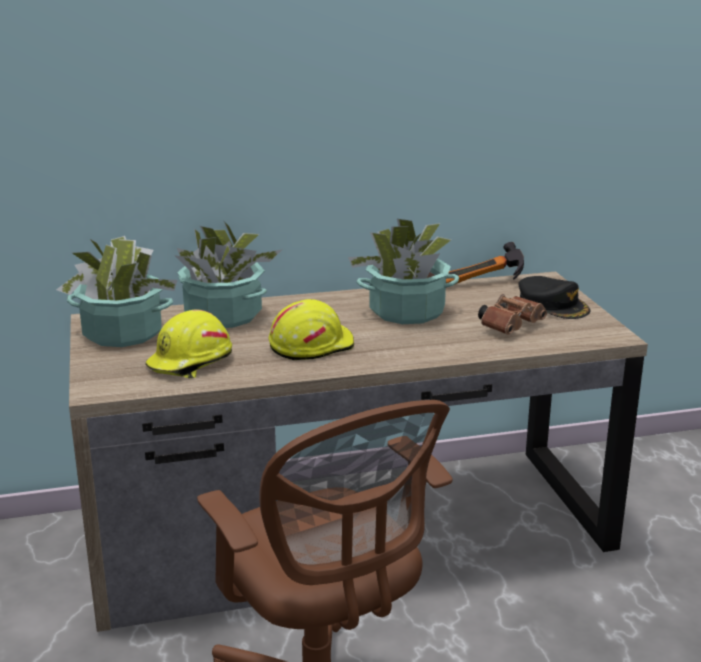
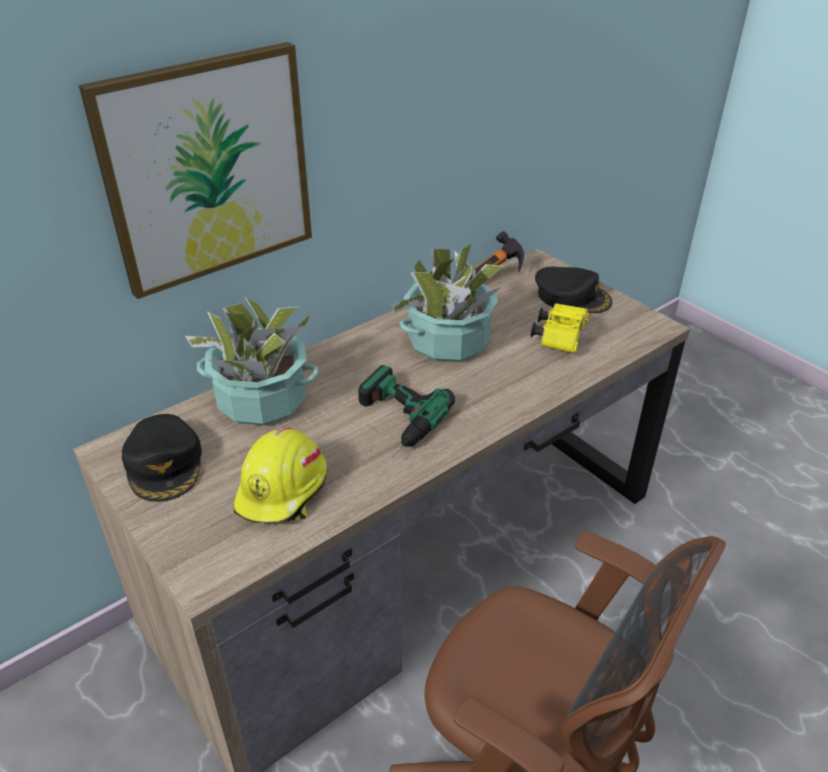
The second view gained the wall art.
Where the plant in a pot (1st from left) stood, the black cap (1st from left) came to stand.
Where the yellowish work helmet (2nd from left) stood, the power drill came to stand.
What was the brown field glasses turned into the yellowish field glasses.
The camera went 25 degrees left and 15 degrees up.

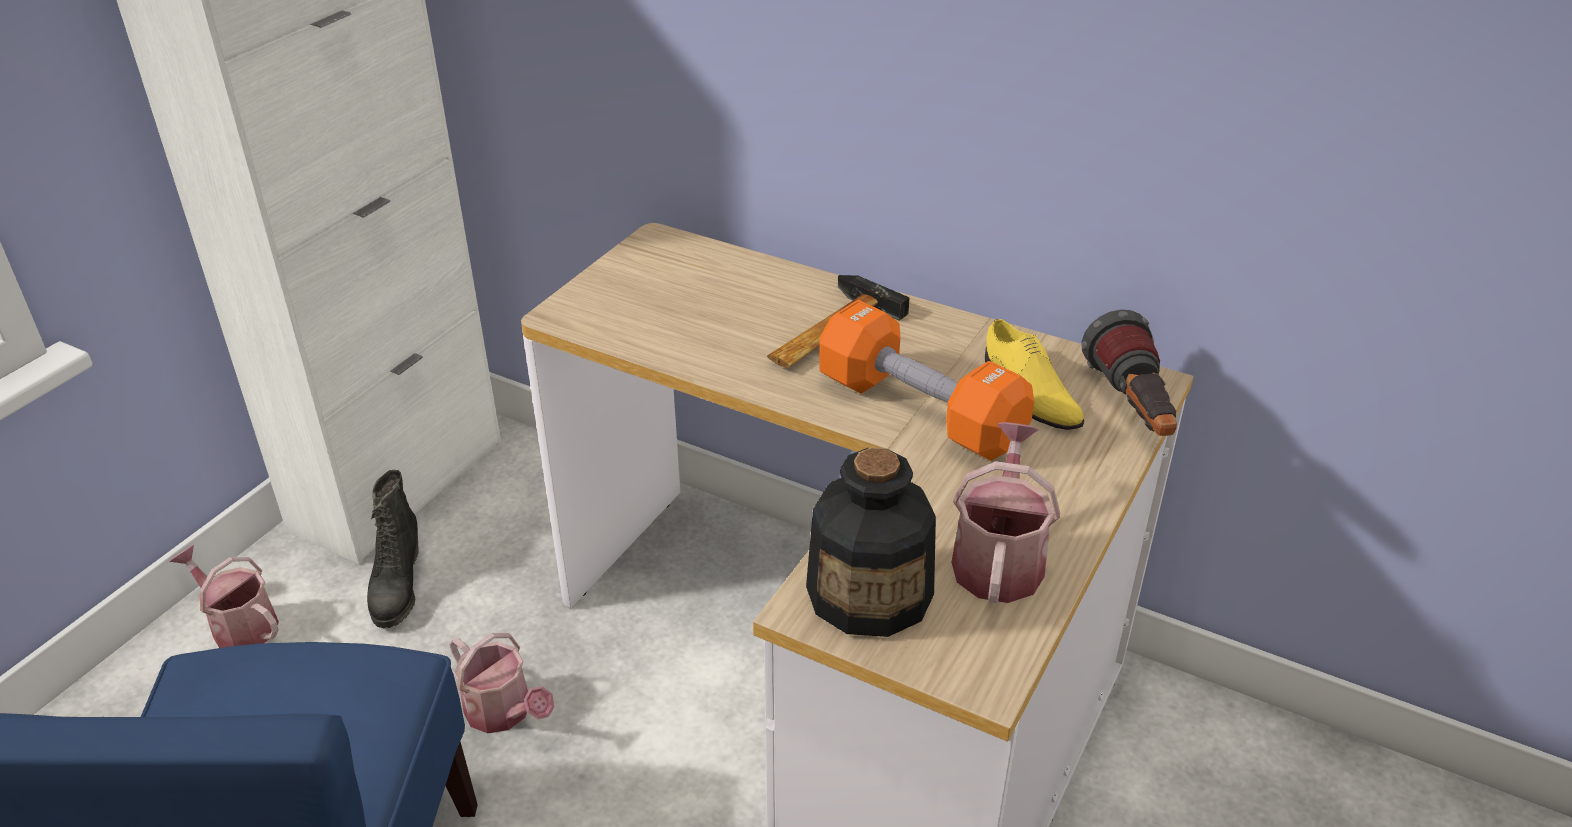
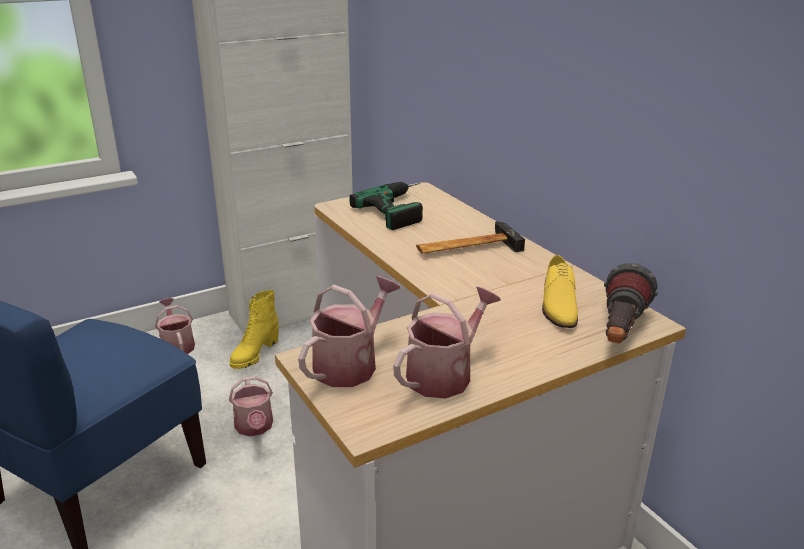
The second view lost the orange-coloured hand weight.
The second view gained the power drill.
Where the bottle stood, the watering pot (3rd from left) came to stand.
What was the black tall boot turned into the yellowish tall boot.
The camera went 30 degrees right and 10 degrees down.

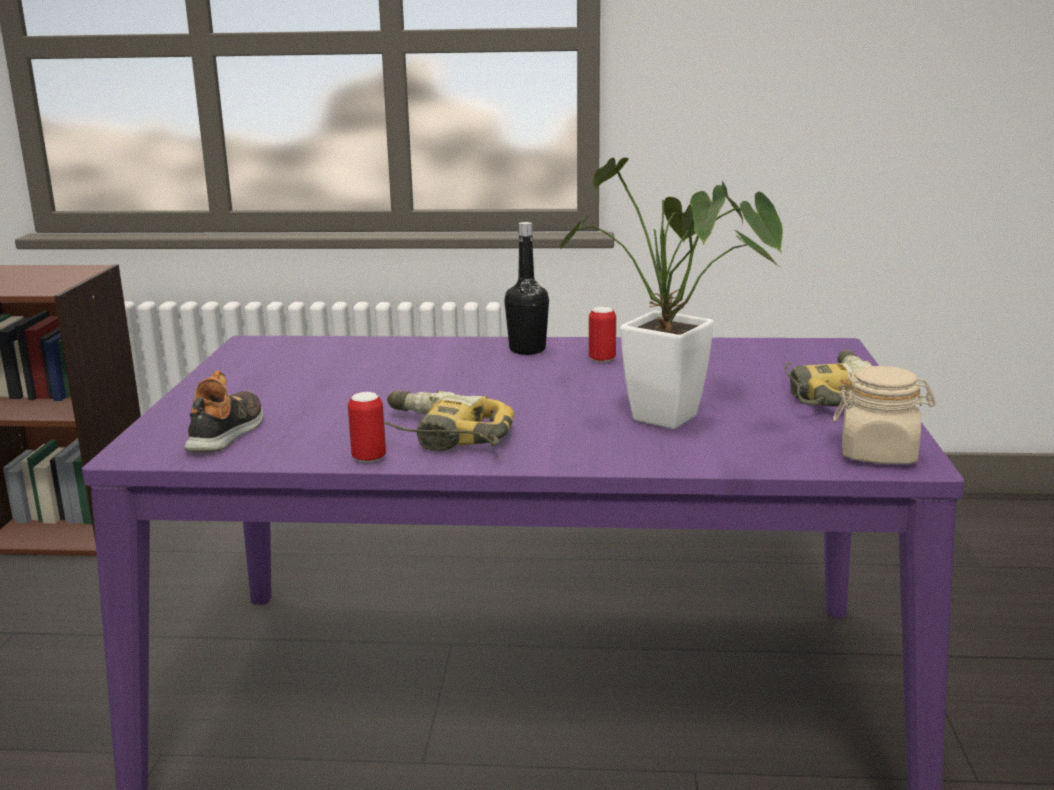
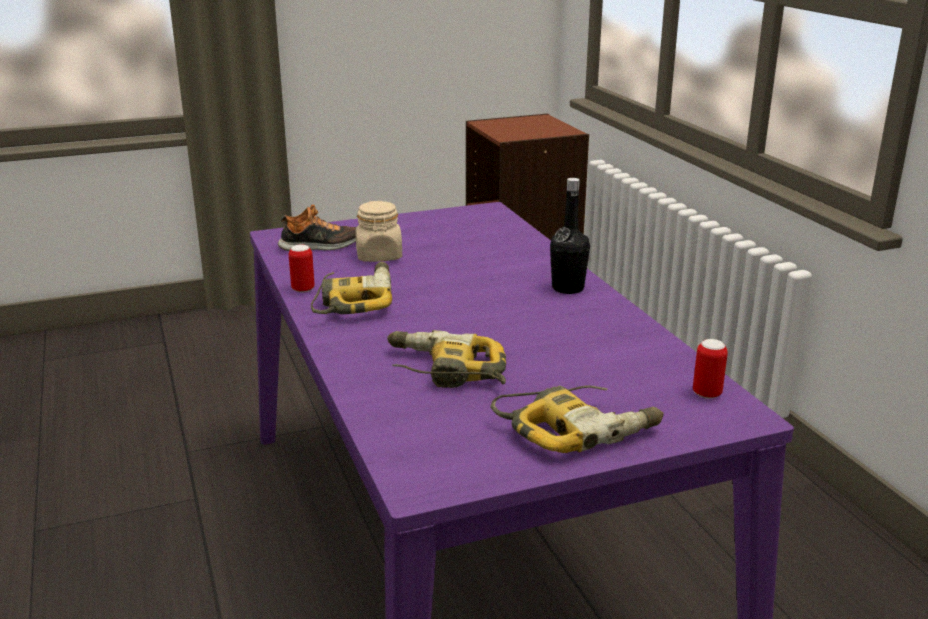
The metal can (2nd from left) ended up elsewhere.
The beige-coloured storage jar ended up elsewhere.
Where the plant in a pot stood, the power drill (2nd from left) came to stand.
The camera went 65 degrees right and 5 degrees up.

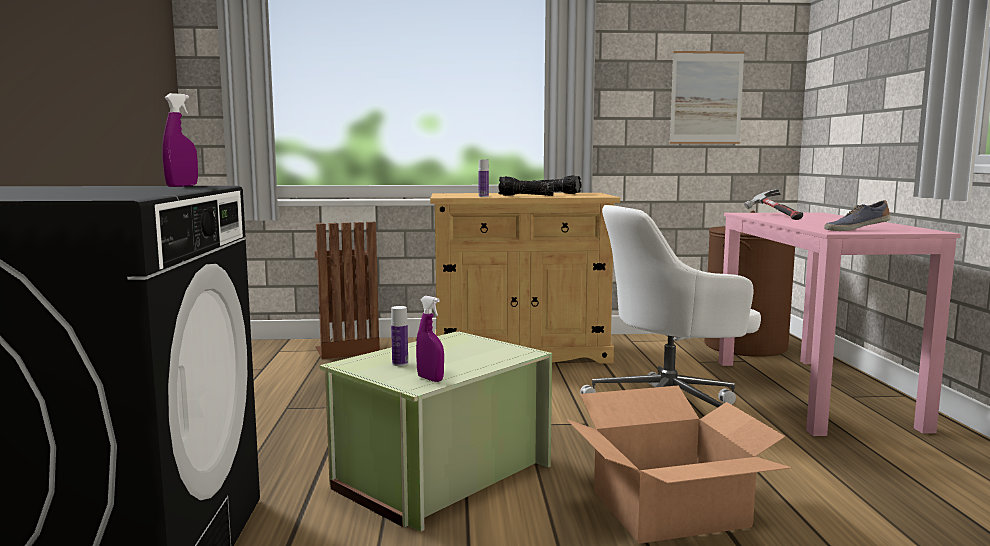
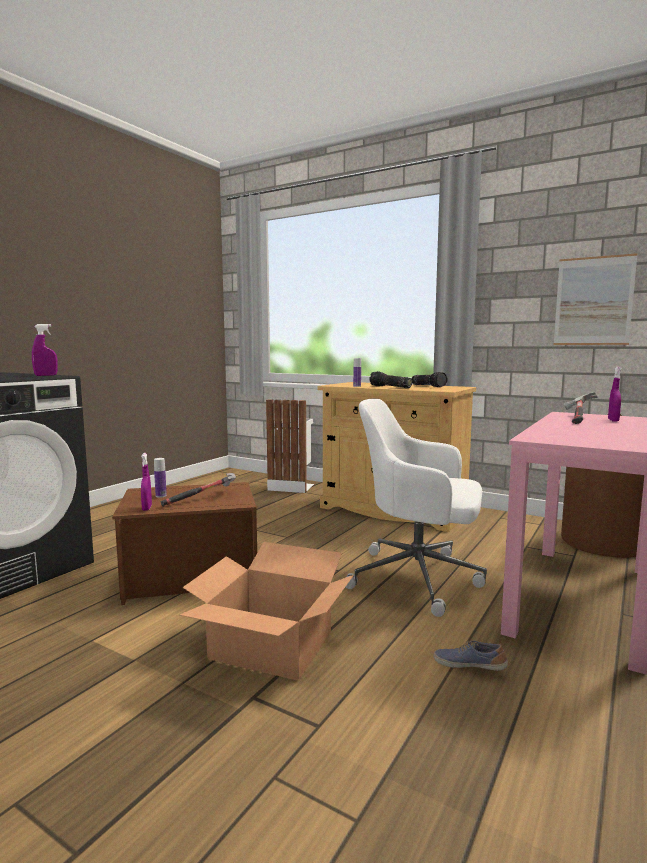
The second view gained the tool hammer (1st from left).
The second view gained the purplish sprayer (3rd from left).
The shoe ended up elsewhere.
What was the brown trash can turned into the white-coloured trash can.
What was the greenish storage box turned into the brown storage box.
The camera went 35 degrees right and 0 degrees up.

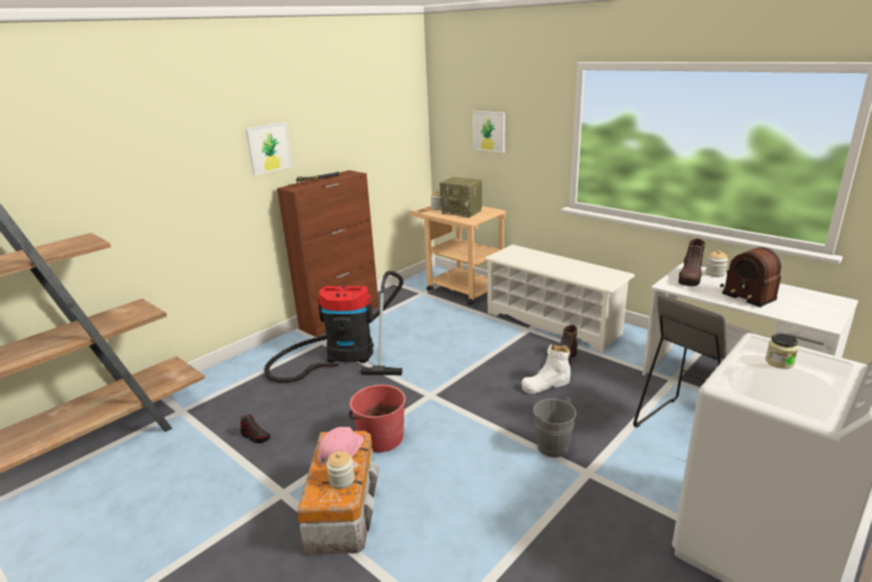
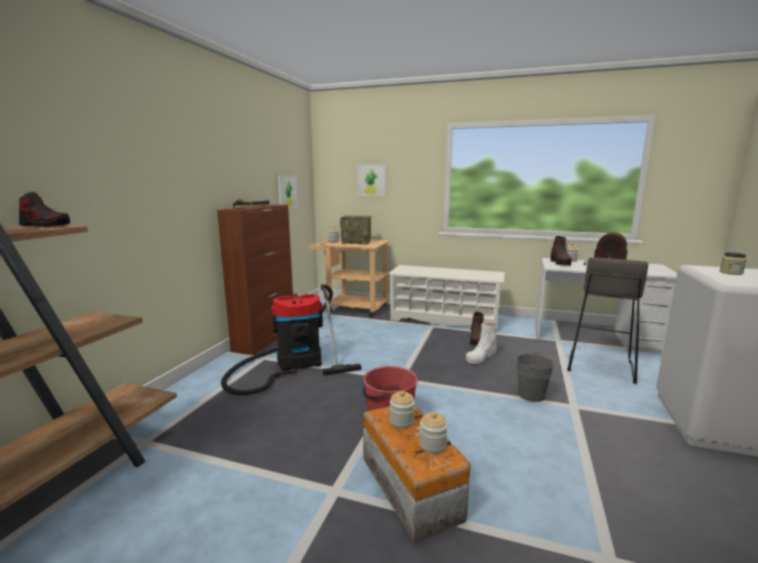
The shoe ended up elsewhere.
The wall art (1st from left) ended up elsewhere.
Where the pink-coloured work helmet stood, the storage jar (2nd from left) came to stand.
The camera went 25 degrees left and 10 degrees down.

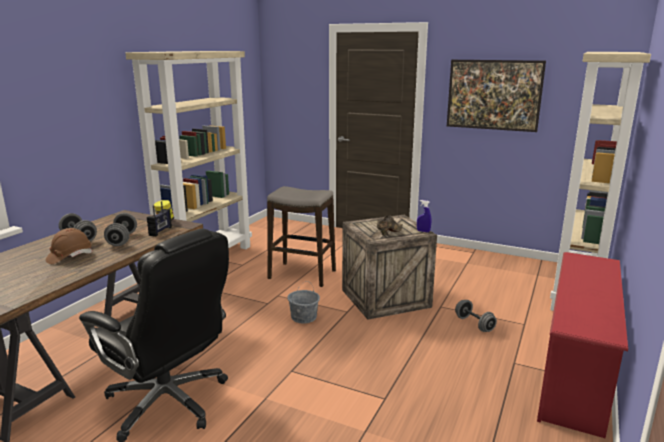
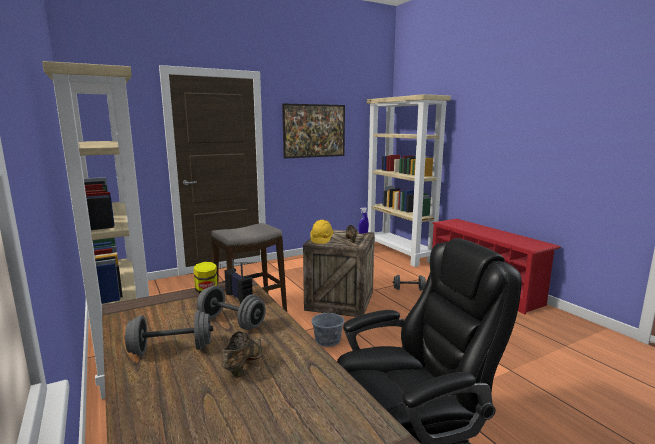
The second view gained the yellowish work helmet.
Where the brown work helmet stood, the brown shoe (1st from left) came to stand.
The camera went 55 degrees left and 5 degrees down.

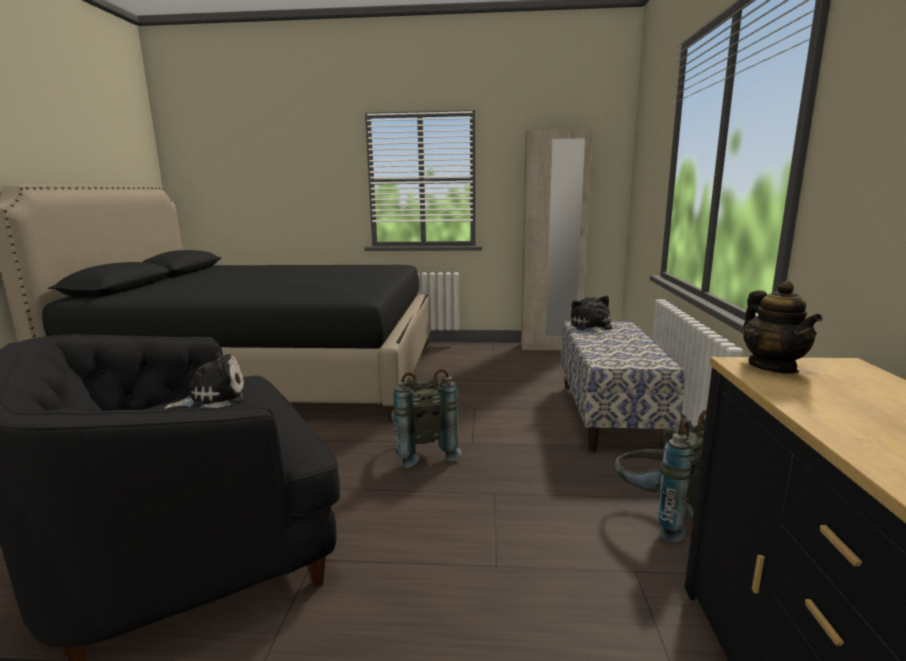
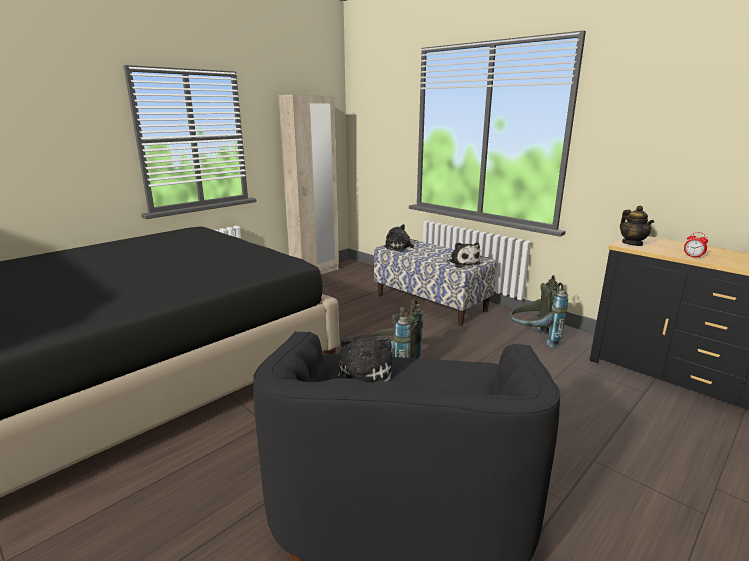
The second view gained the plush toy (3rd from left).
The second view gained the bedside clock.
The tea pot ended up facing another way, 45 degrees clockwise from before.
The camera went 50 degrees left and 5 degrees up.

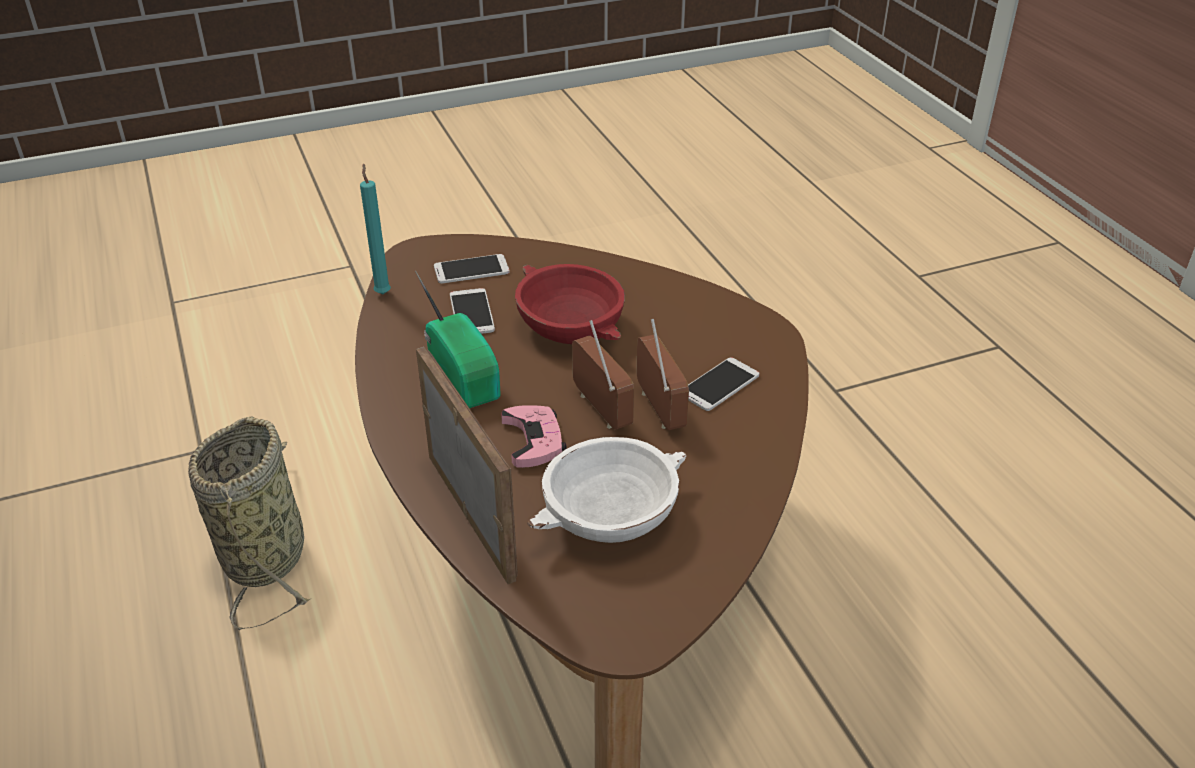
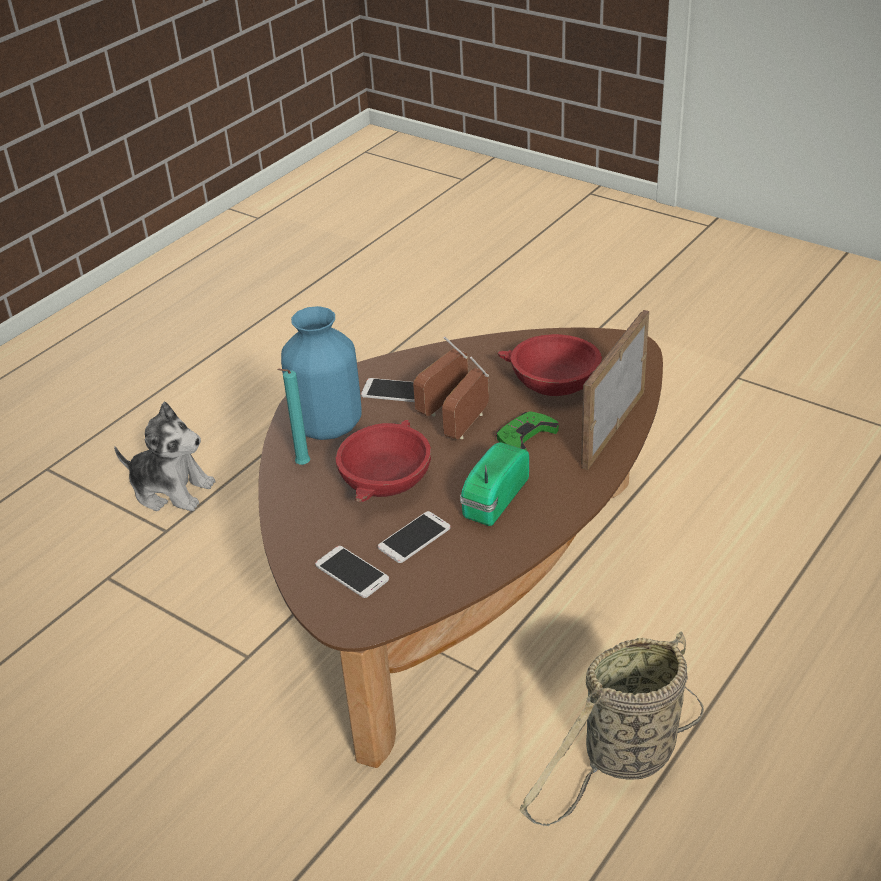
The second view gained the plush toy.
The second view gained the blue decorative vase.
The turquoise wax light ended up elsewhere.
What was the pink-coloured gamepad turned into the greenish gamepad.
What was the white-coloured deep dish turned into the red deep dish (2nd from left).
The camera went 120 degrees left and 0 degrees up.

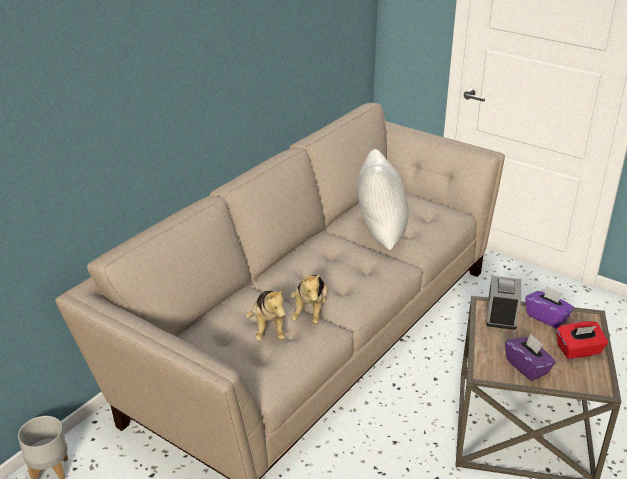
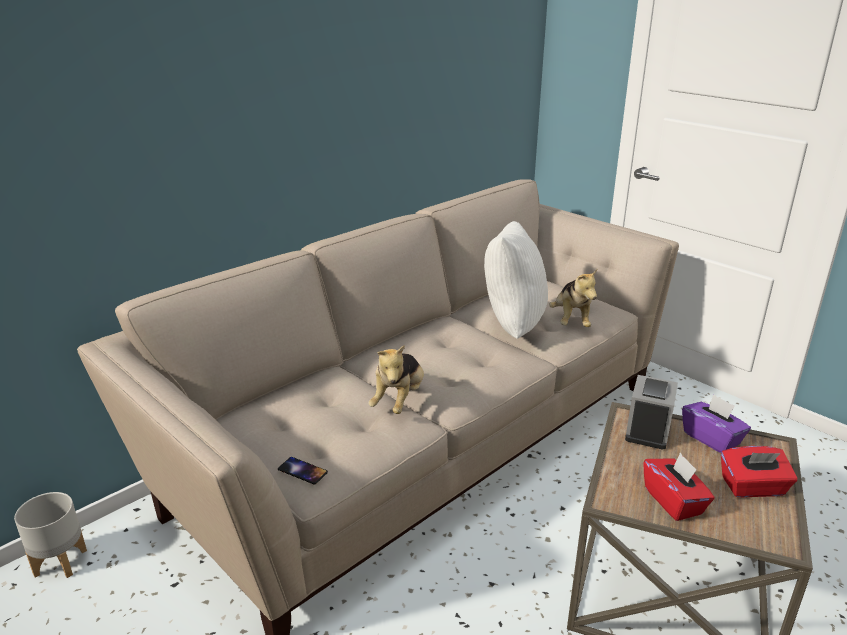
The second view gained the phone.
The plush toy (1st from left in the first image) ended up elsewhere.
What was the purplish tissue holder (1st from left) turned into the red tissue holder (1st from left).
The camera went 10 degrees right and 5 degrees down.

